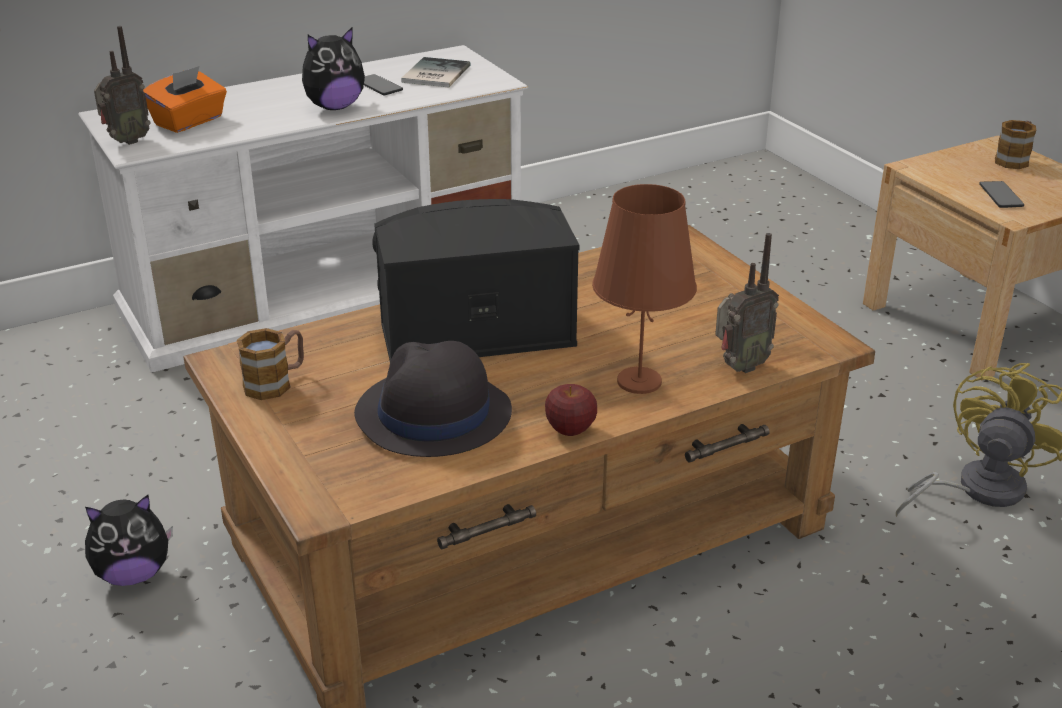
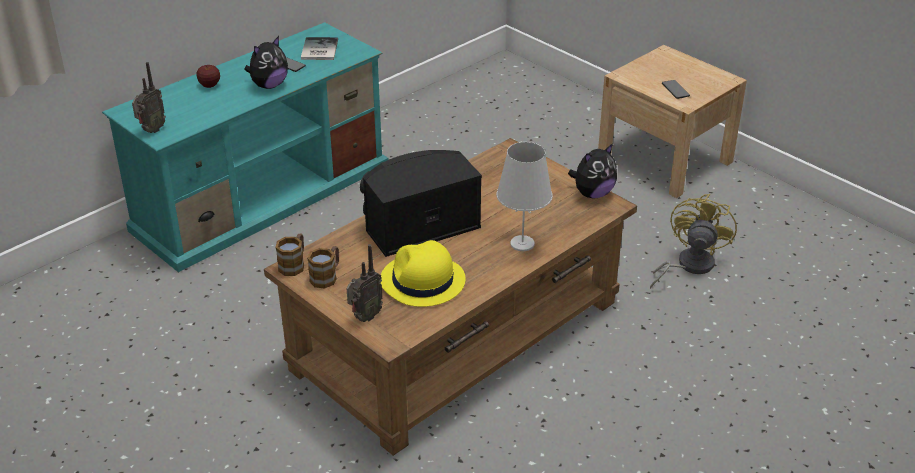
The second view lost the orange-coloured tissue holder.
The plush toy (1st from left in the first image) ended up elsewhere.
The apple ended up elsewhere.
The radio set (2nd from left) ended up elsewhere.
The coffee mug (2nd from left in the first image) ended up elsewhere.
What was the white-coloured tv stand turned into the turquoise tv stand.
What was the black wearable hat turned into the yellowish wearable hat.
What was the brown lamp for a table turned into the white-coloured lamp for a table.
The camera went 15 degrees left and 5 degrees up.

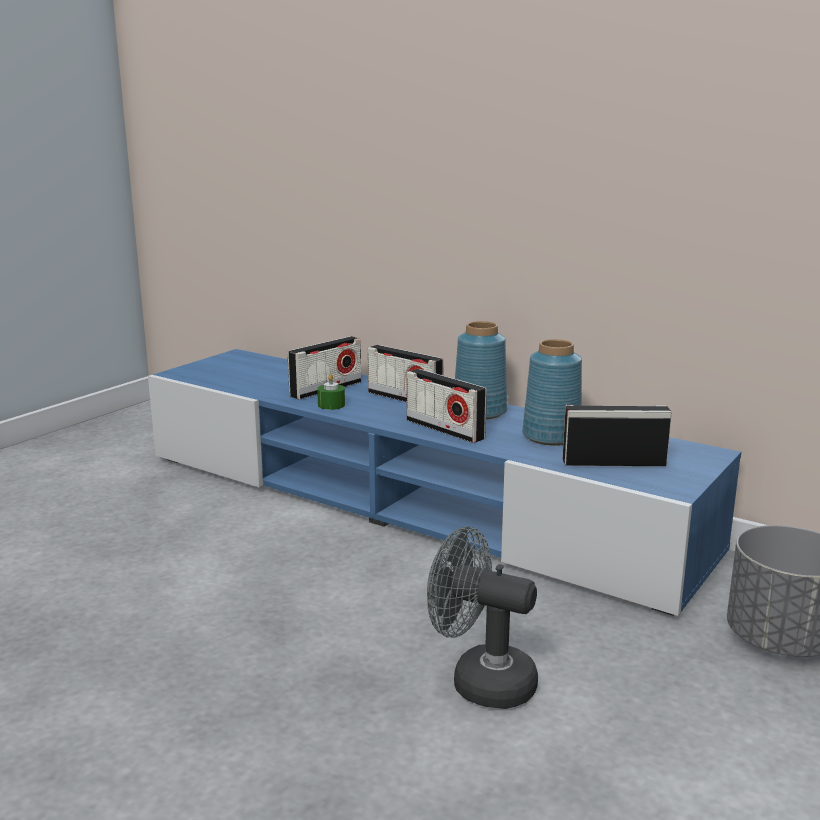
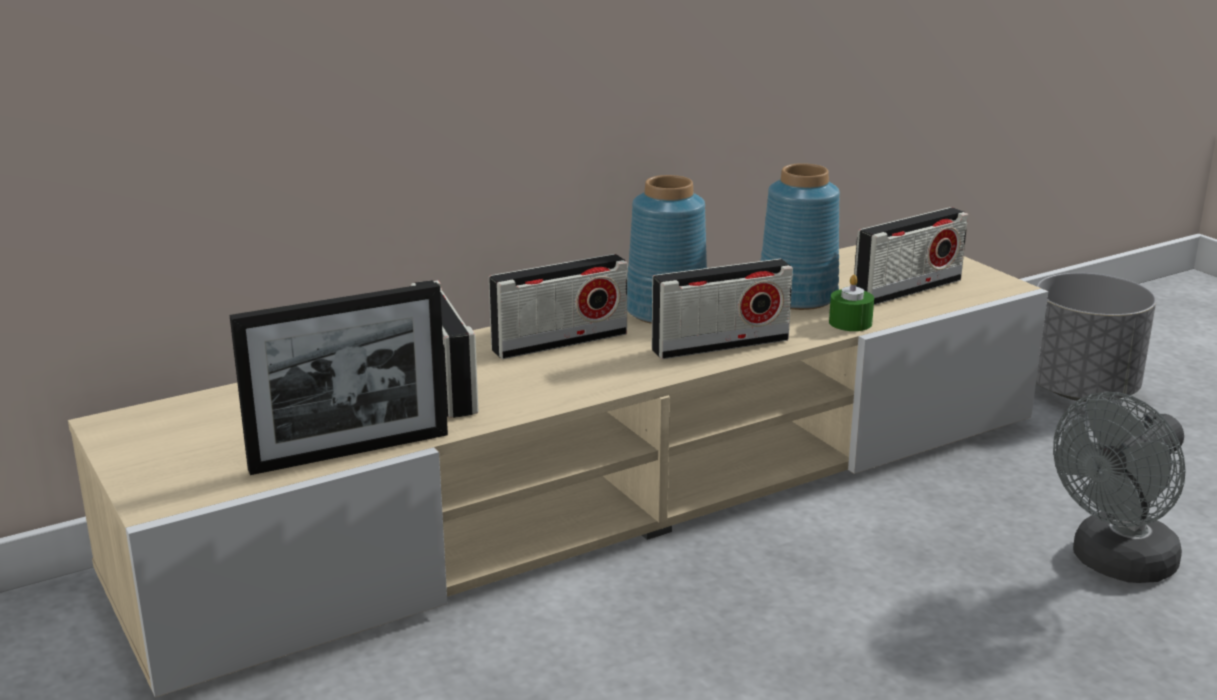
The second view gained the standing frame.
The greenish wax light ended up elsewhere.
What was the blue tv stand turned into the beige-coloured tv stand.
The radio set (4th from left) ended up facing another way, 150 degrees counterclockwise from before.
The camera went 65 degrees left and 5 degrees up.

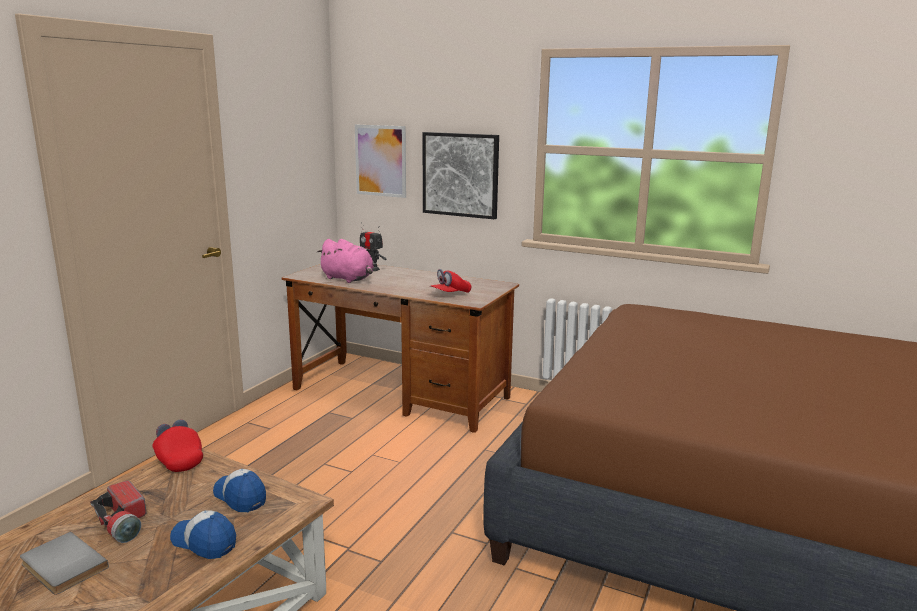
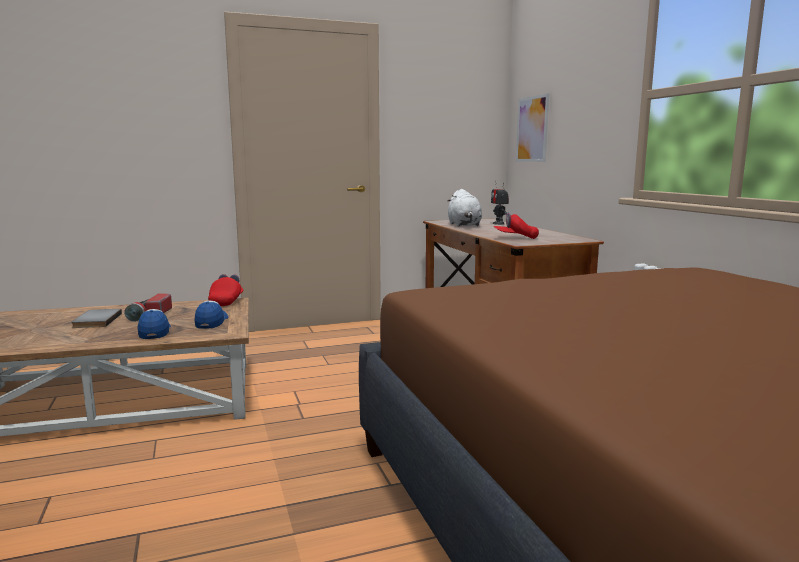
The second view lost the wall art (2nd from left).
What was the pink-coloured plush toy turned into the white-coloured plush toy.
The camera went 45 degrees right and 5 degrees down.

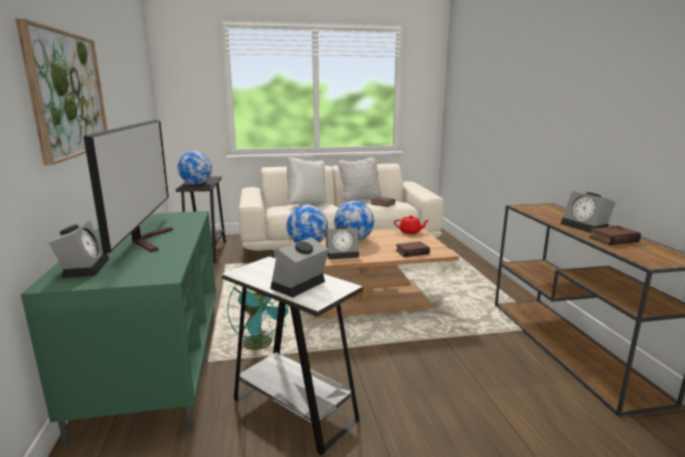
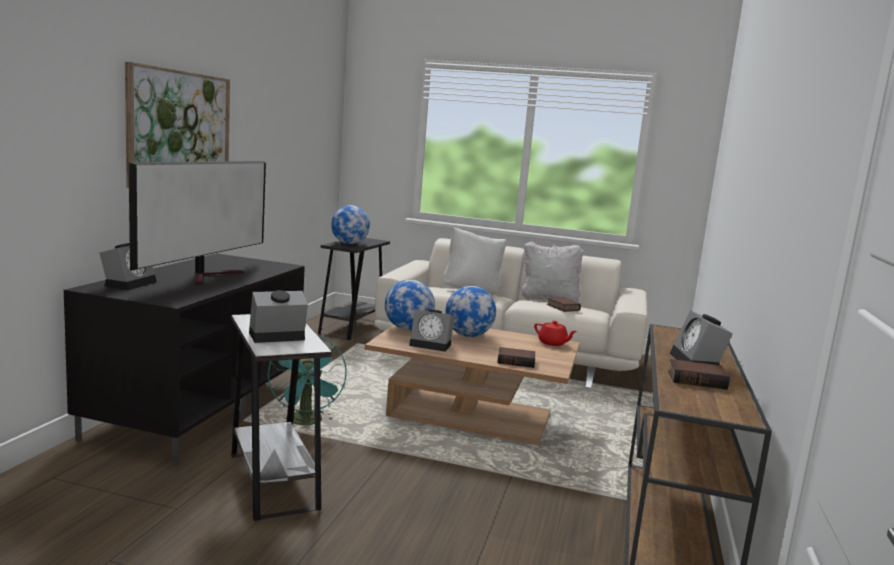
What was the greenish tv stand turned into the black tv stand.
The camera went 25 degrees right and 5 degrees down.

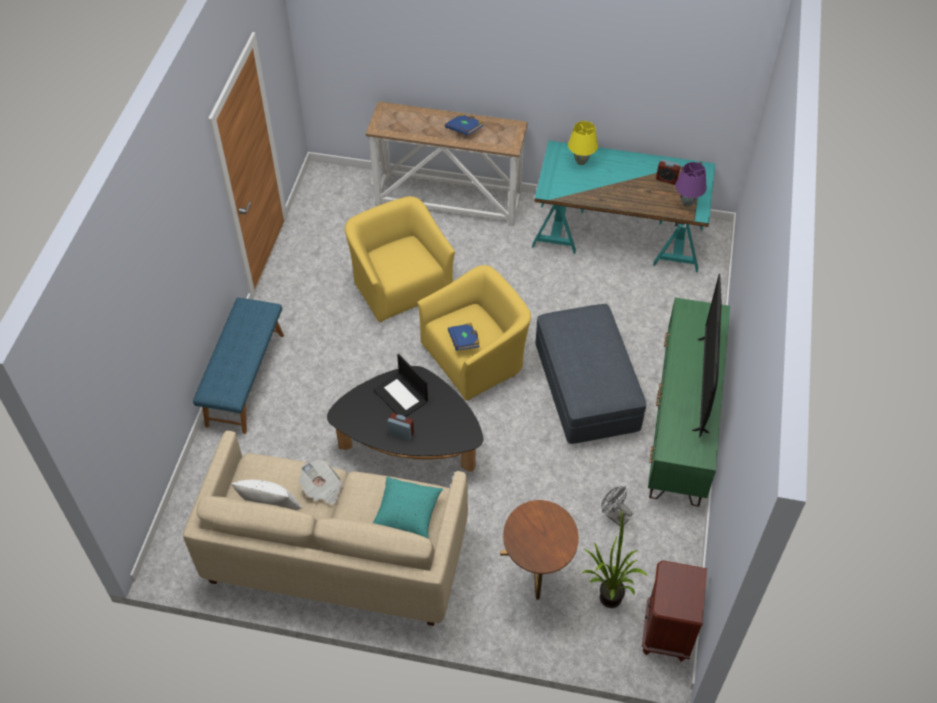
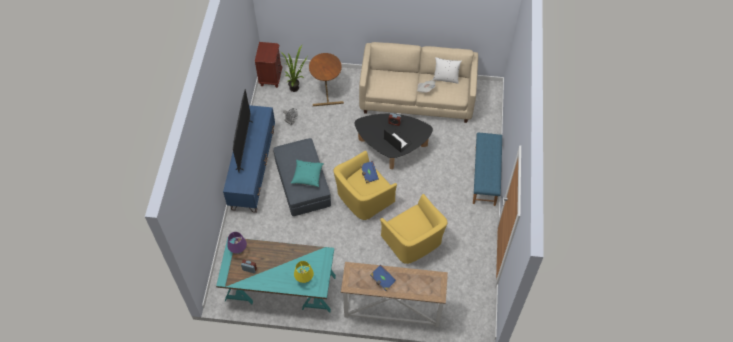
The turquoise pillow ended up elsewhere.
What was the greenish tv stand turned into the blue tv stand.
The camera went 175 degrees right and 5 degrees up.

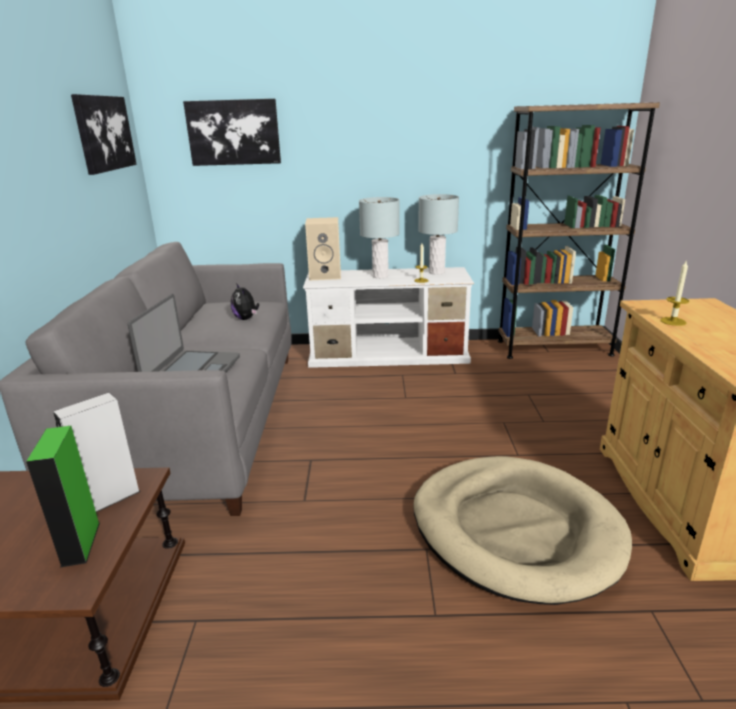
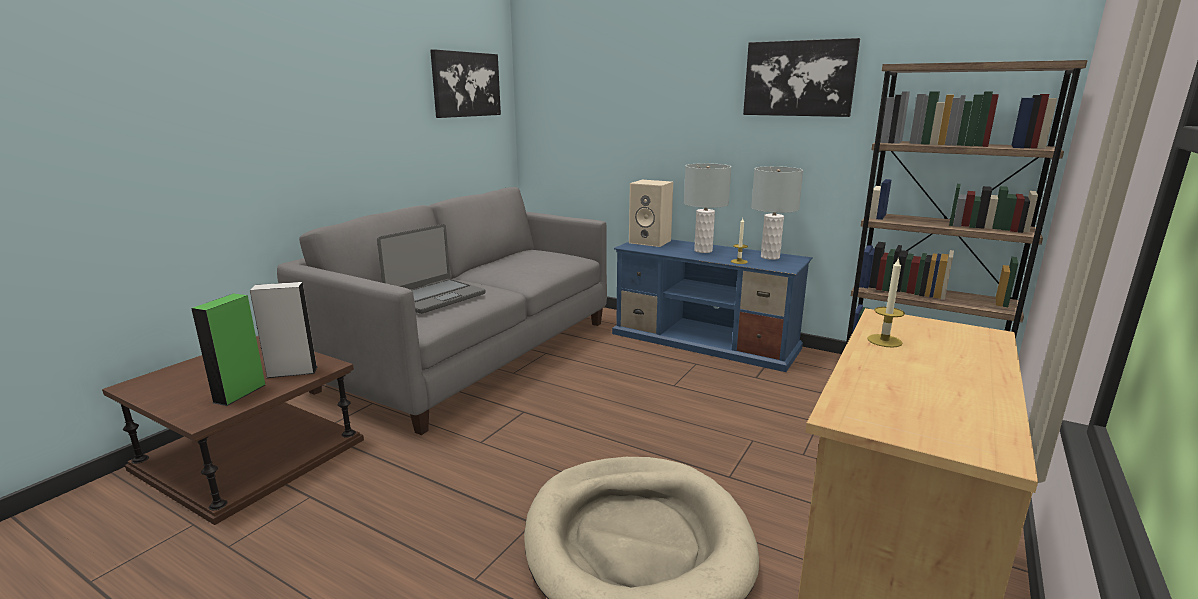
The second view lost the plush toy.
The wall art (2nd from left) ended up elsewhere.
What was the white-coloured tv stand turned into the blue tv stand.
The camera went 30 degrees right and 5 degrees down.

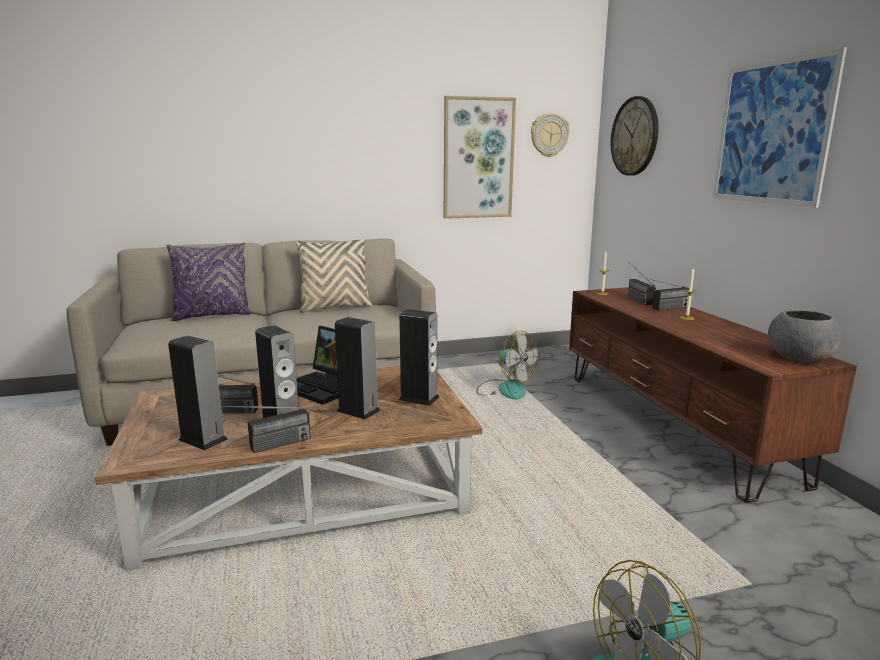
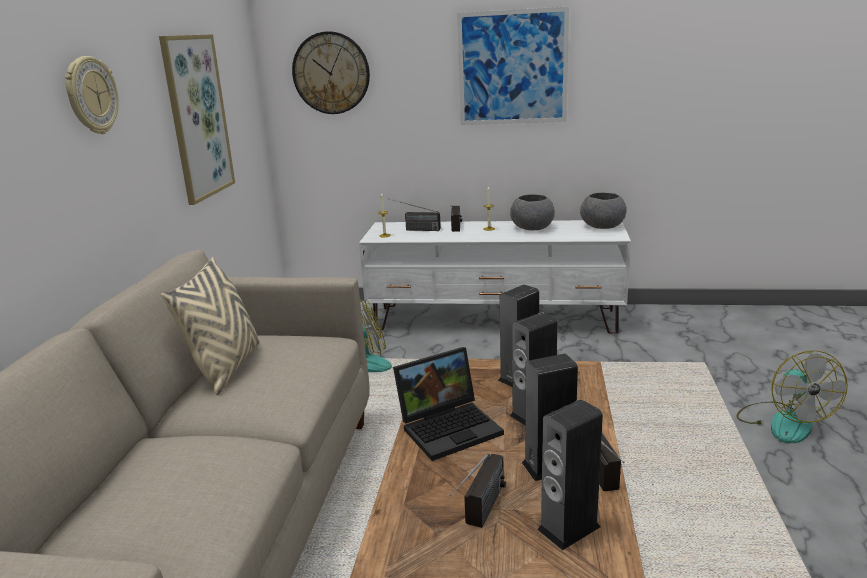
The second view lost the purplish pillow.
The second view gained the gray deep dish (1st from left).
The hanging clock (1st from left) ended up elsewhere.
What was the brown tv stand turned into the white-coloured tv stand.
The camera went 65 degrees left and 5 degrees up.

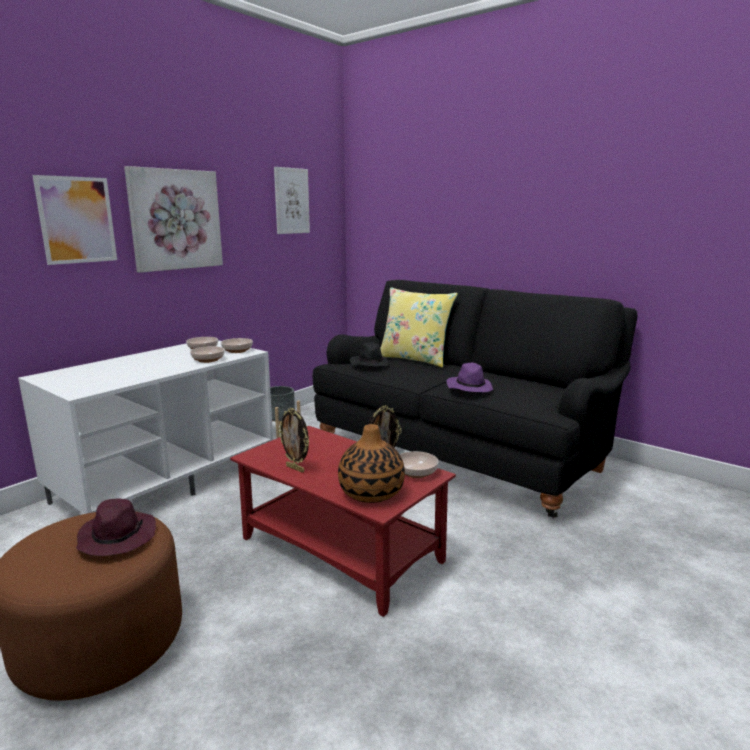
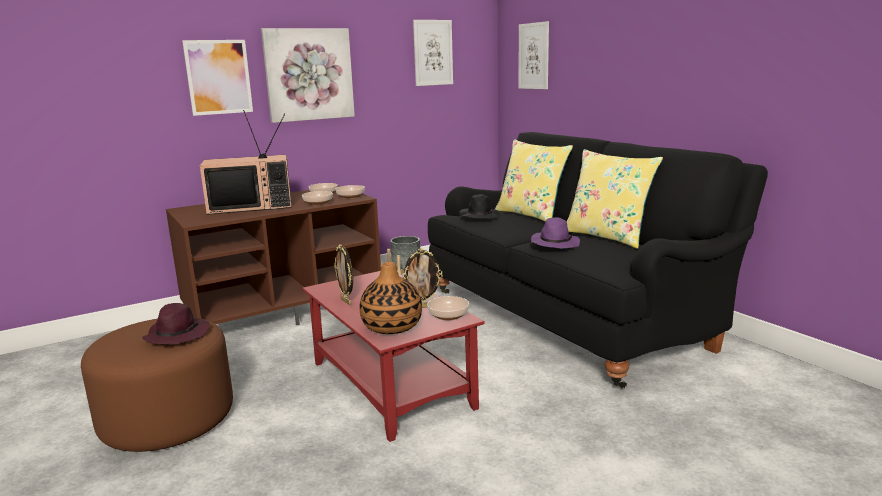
The second view gained the TV set.
The second view gained the wall art (4th from left).
The second view gained the yellowish pillow (2nd from left).
What was the white-coloured tv stand turned into the brown tv stand.
The camera went 20 degrees right and 0 degrees up.

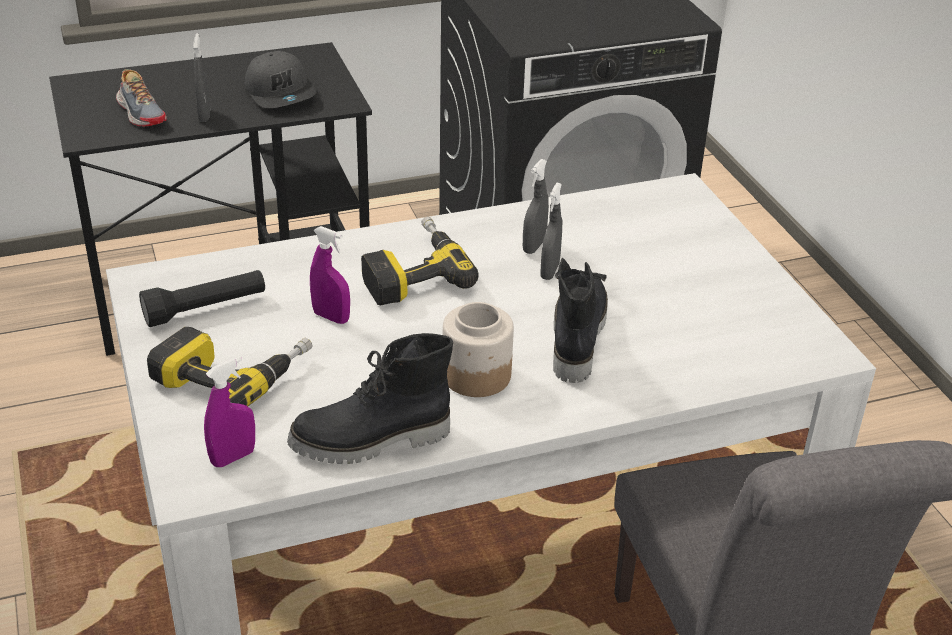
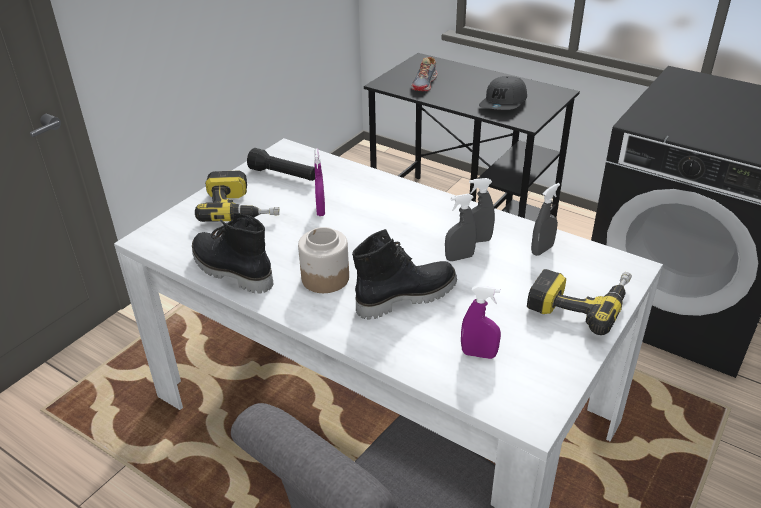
The gray sprayer (1st from left in the first image) ended up elsewhere.
The purplish sprayer (1st from left in the first image) ended up elsewhere.
The power drill (2nd from left) ended up elsewhere.
The camera went 55 degrees right and 0 degrees up.

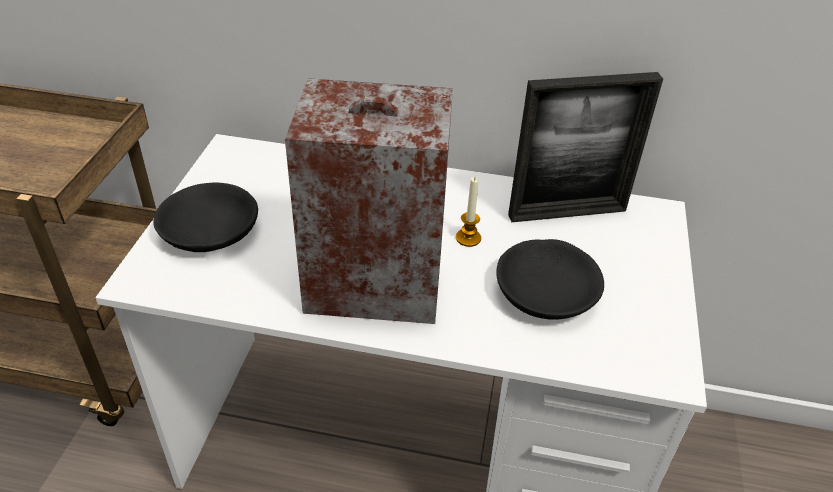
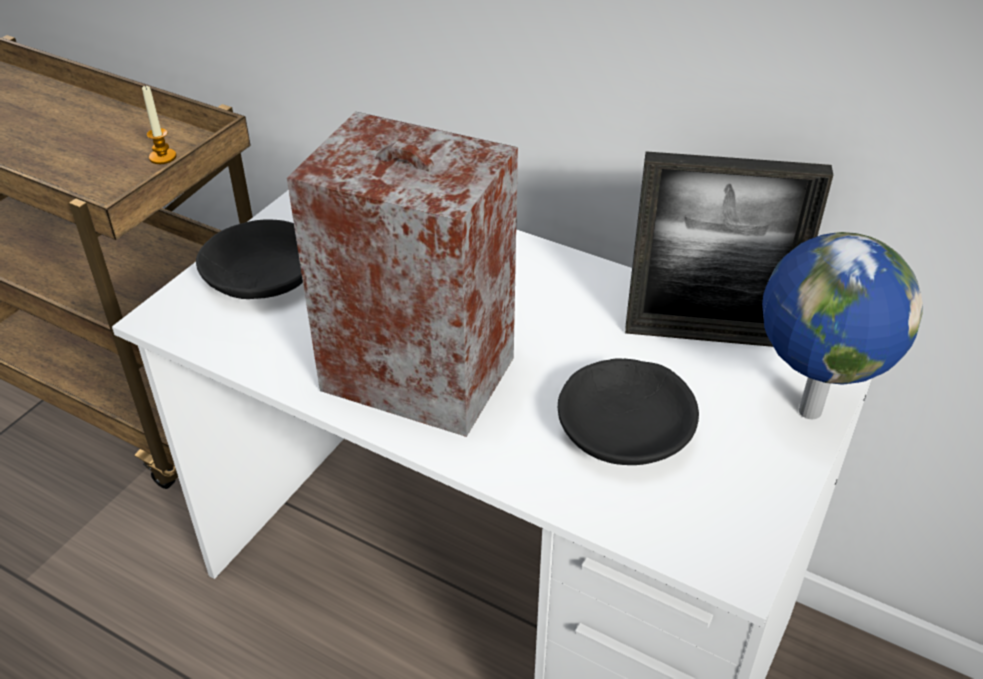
The second view gained the globe.
The wax light ended up elsewhere.
The camera went 20 degrees right and 0 degrees up.

